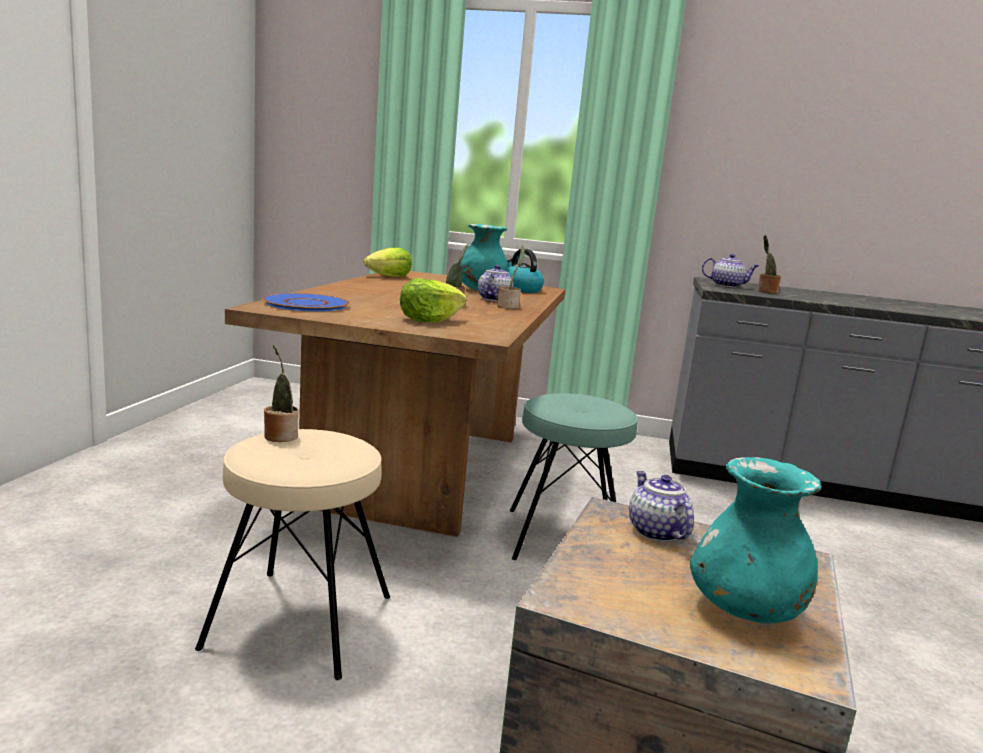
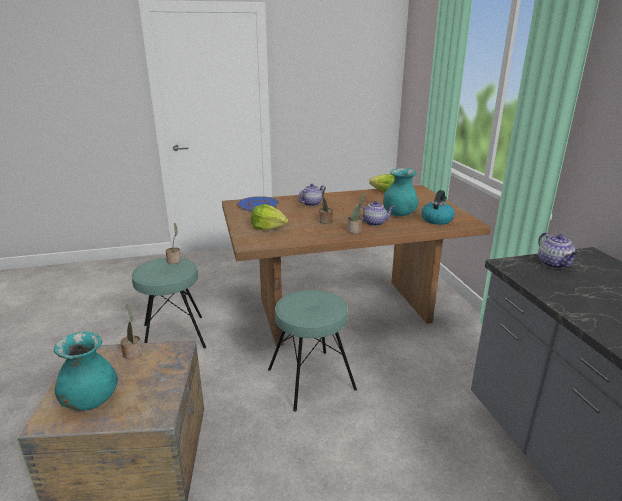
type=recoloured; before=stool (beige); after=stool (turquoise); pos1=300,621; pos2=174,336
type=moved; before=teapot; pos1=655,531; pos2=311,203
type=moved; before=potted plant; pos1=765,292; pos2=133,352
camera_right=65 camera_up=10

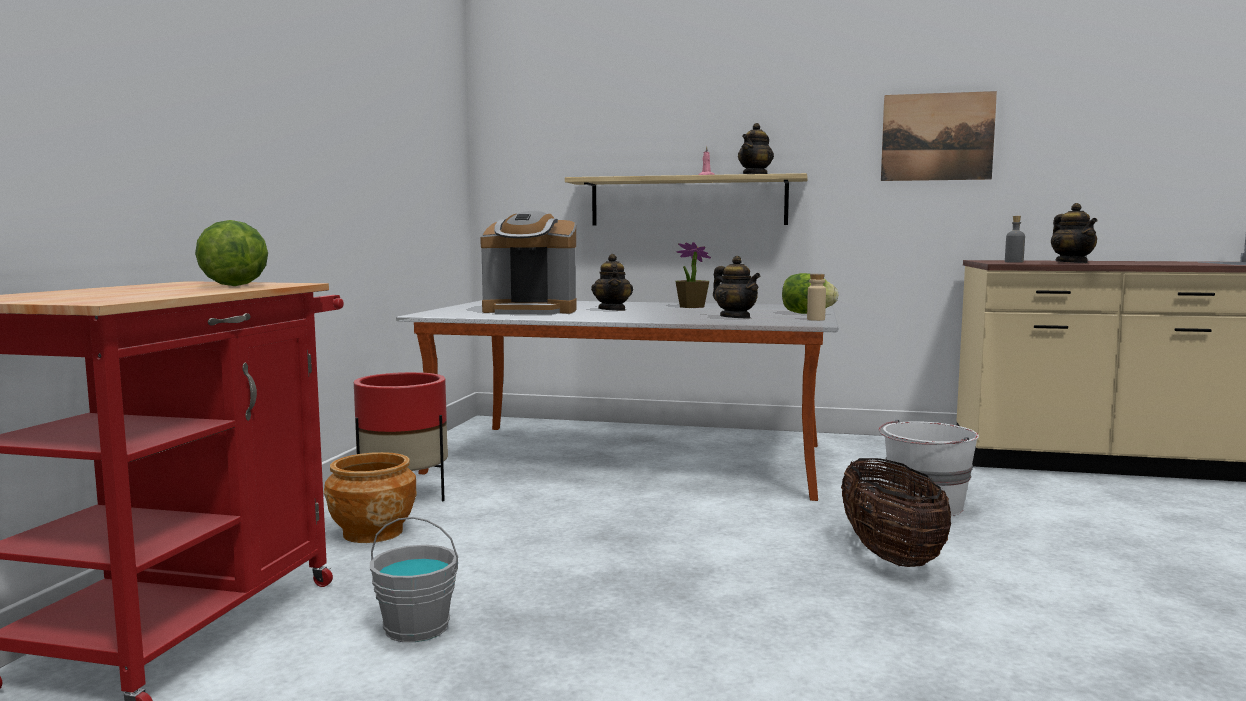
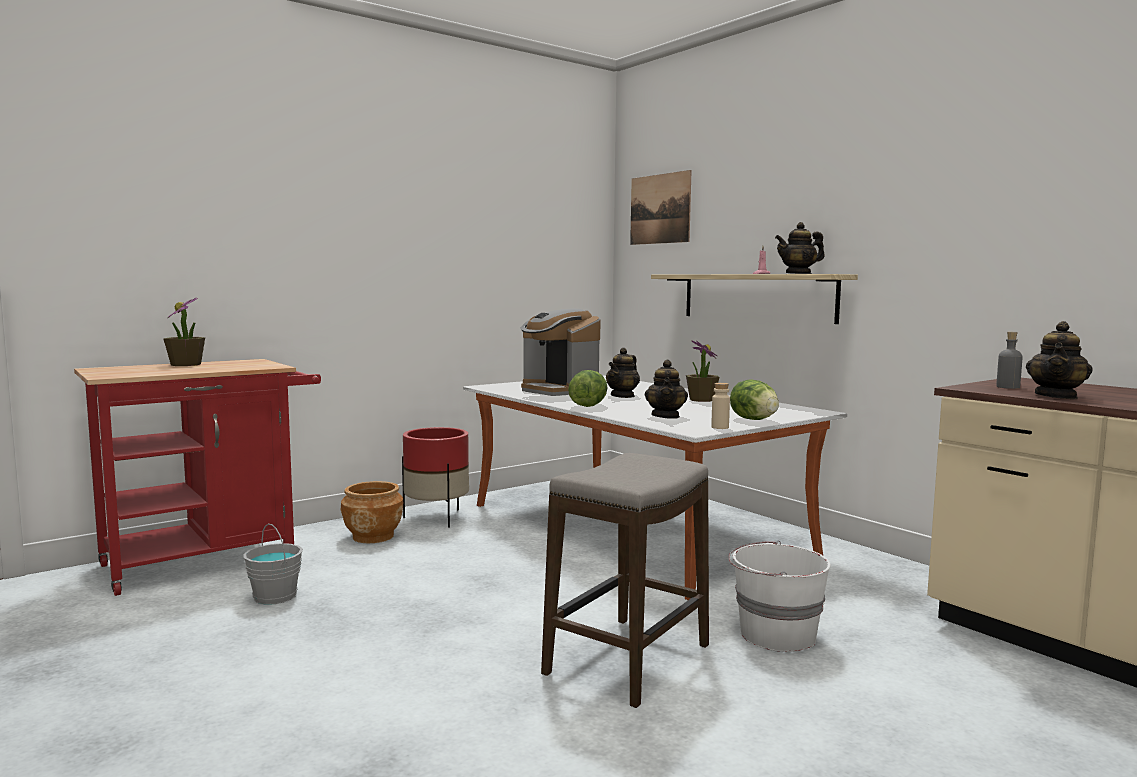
type=moved; before=lettuce; pos1=234,285; pos2=588,406
type=replaced; before=basket; after=stool; pos1=890,556; pos2=629,660
type=moved; before=picture; pos1=937,137; pos2=660,209
type=added; after=potted plant; pos2=186,364
camera_right=40 camera_up=0

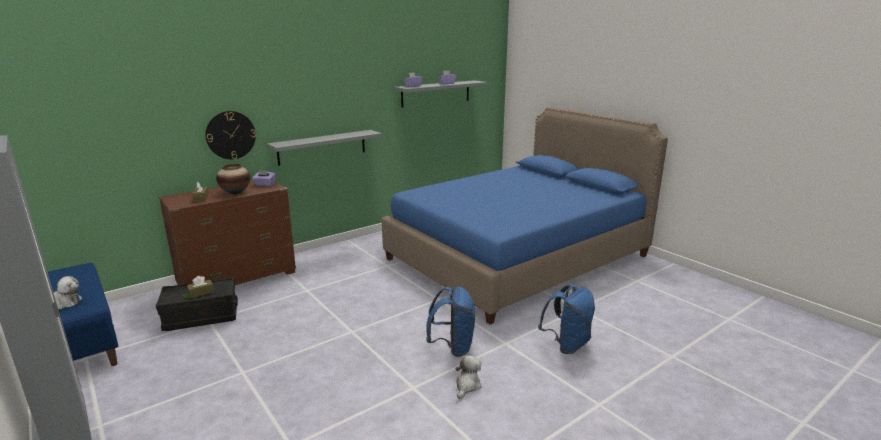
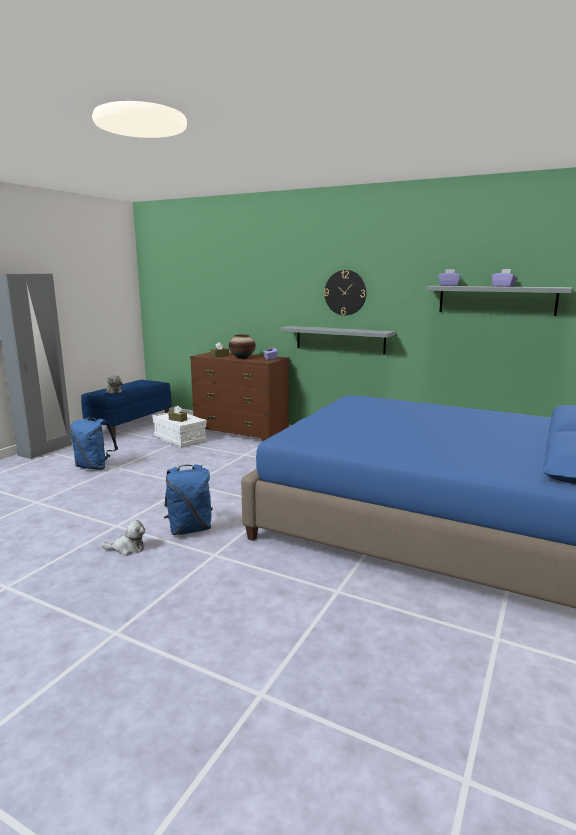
type=recoloured; before=storage box (black); after=storage box (white); pos1=201,316; pos2=180,439
type=moved; before=wall clock; pos1=230,135; pos2=345,292
type=moved; before=backpack (blue); pos1=567,345; pos2=95,467
camera_right=65 camera_up=-5

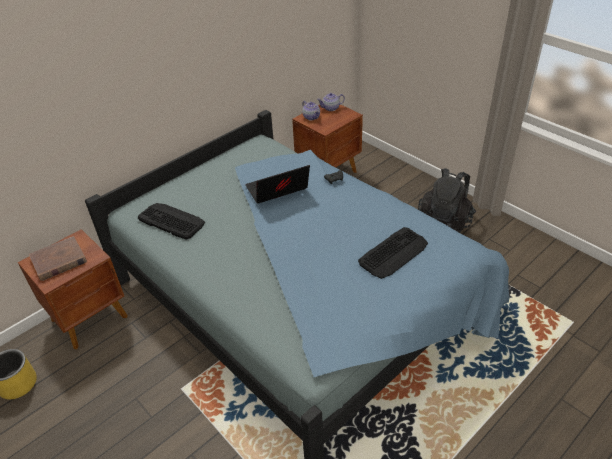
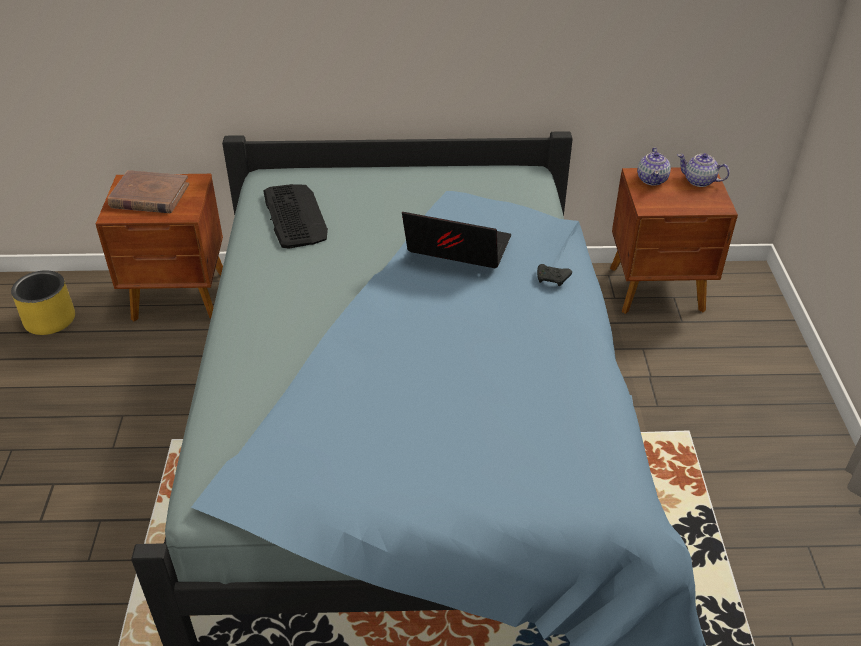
type=removed; before=keyboard; pos1=393,253
type=removed; before=backpack (black); pos1=445,222
camera_right=40 camera_up=0

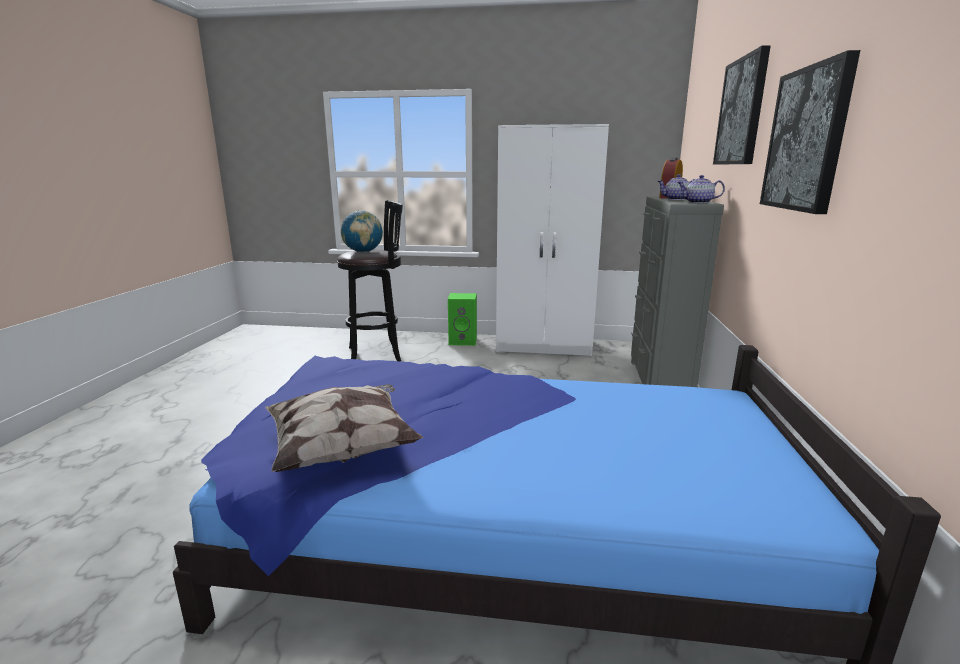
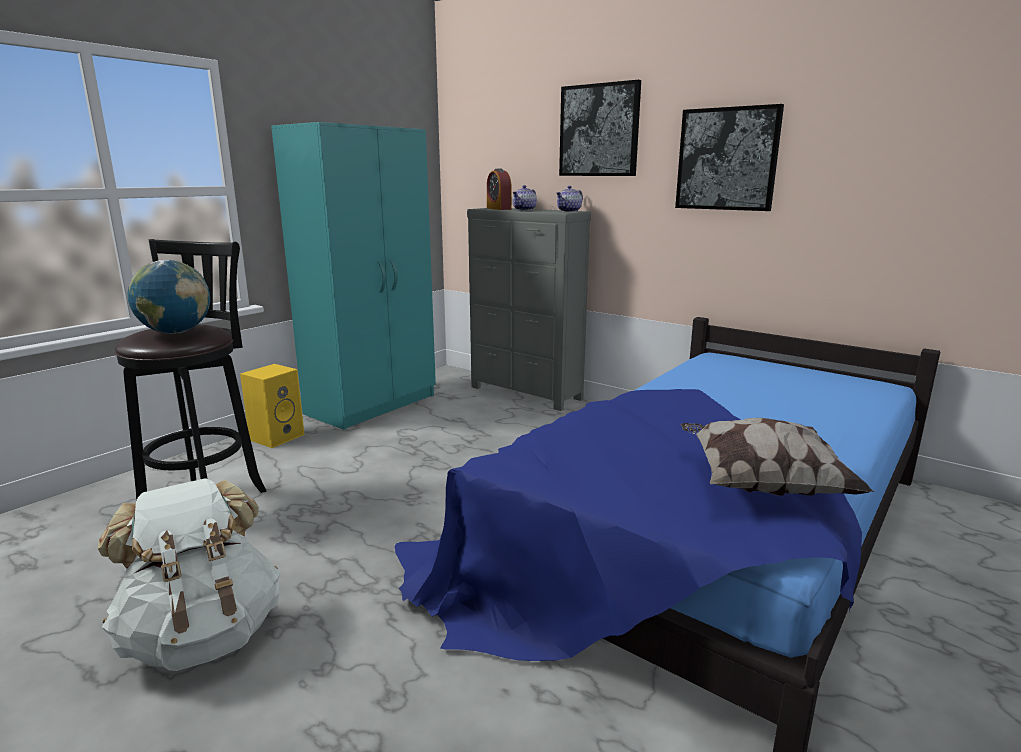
type=recoloured; before=speaker (green); after=speaker (yellow); pos1=463,341; pos2=277,436
type=recoloured; before=wardrobe (white); after=wardrobe (turquoise); pos1=545,346; pos2=373,404
type=added; after=backpack (white); pos2=203,635
camera_right=-60 camera_up=0

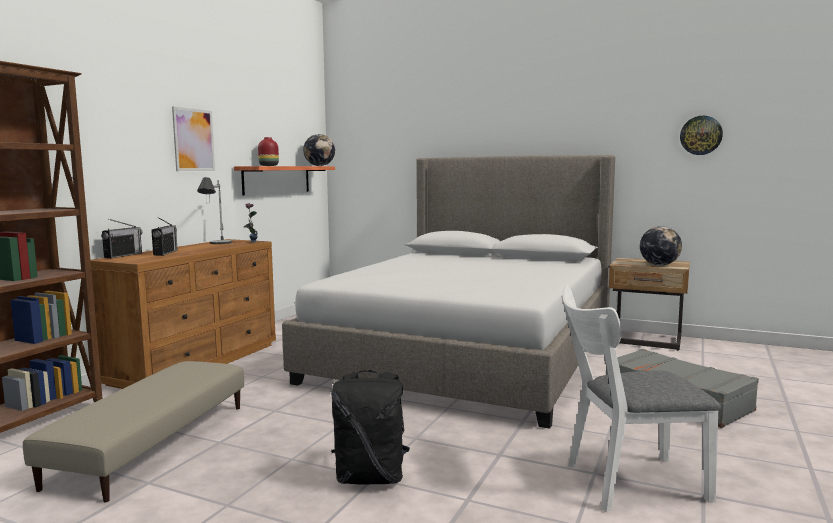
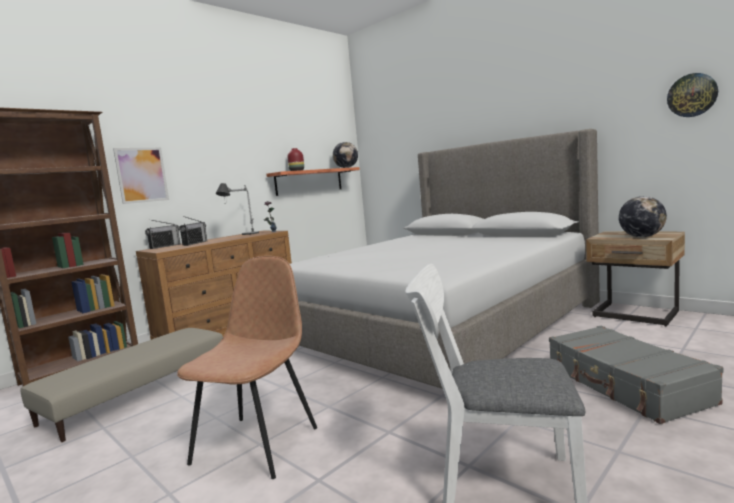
type=moved; before=picture; pos1=193,140; pos2=142,175
type=replaced; before=backpack (black); after=chair (brown); pos1=370,478; pos2=258,443
camera_right=20 camera_up=0

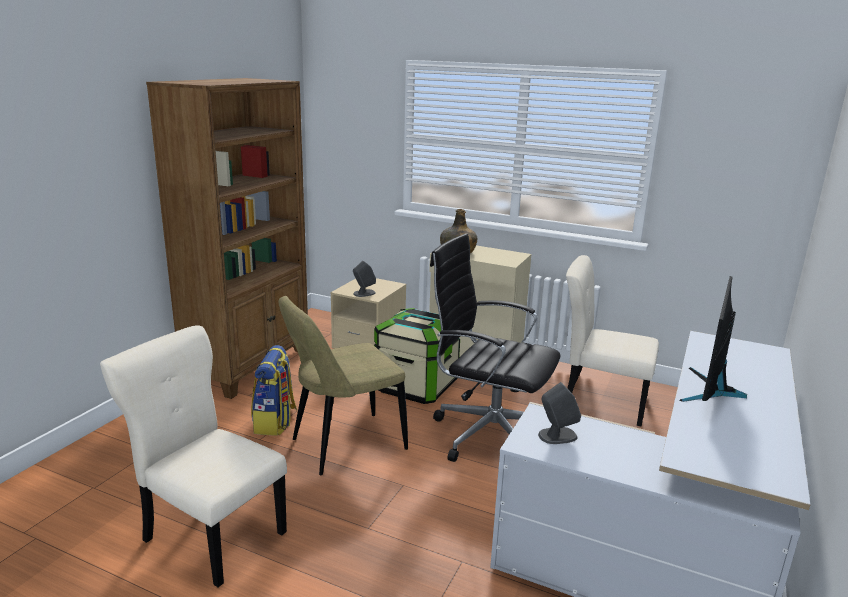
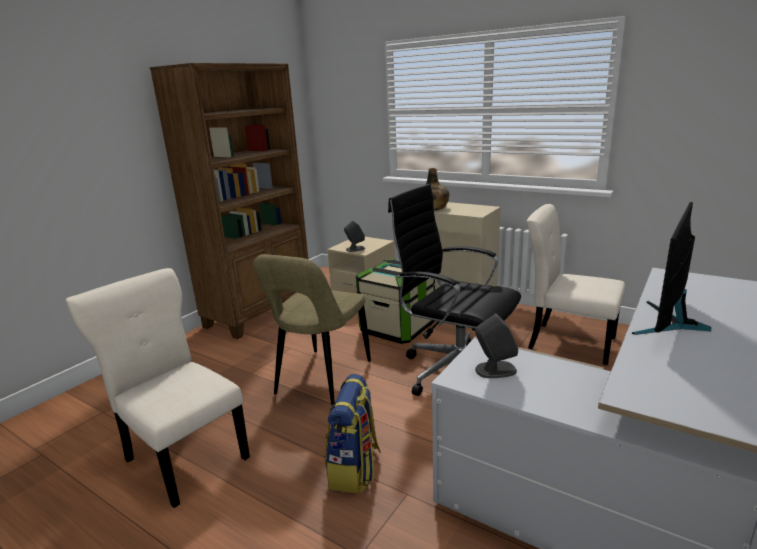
type=moved; before=backpack; pos1=275,422; pos2=355,470
type=turned; before=chair (beige); pos1=343,445; pos2=321,379; turn=-45
camera_right=10 camera_up=0

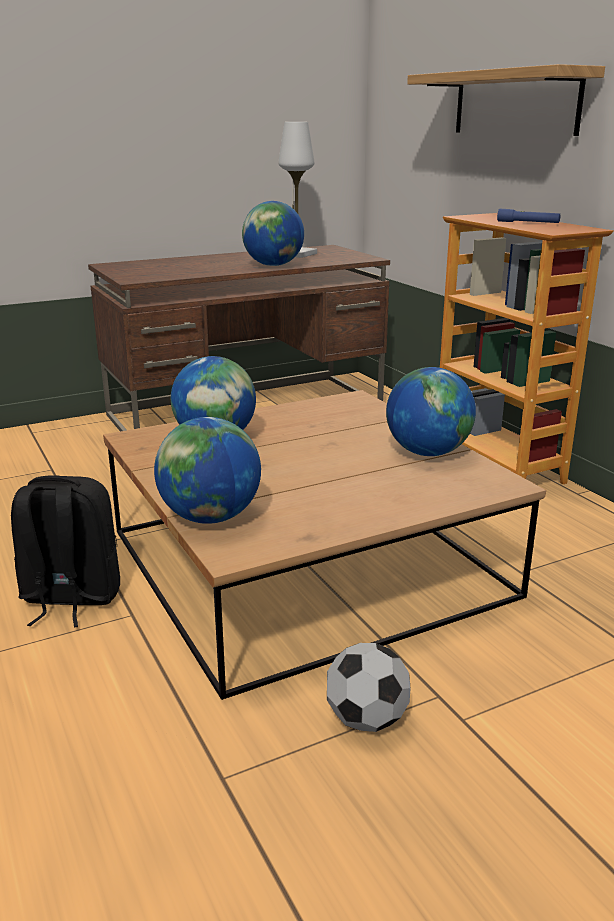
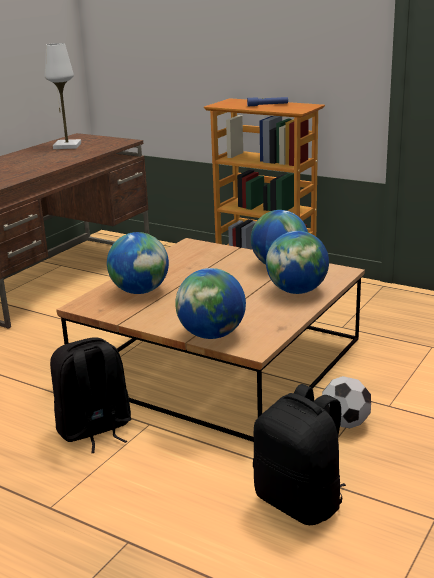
type=moved; before=globe; pos1=273,265; pos2=297,291
type=removed; before=shelf; pos1=515,103
type=added; after=backpack (black); pos2=300,502
camera_right=-30 camera_up=0

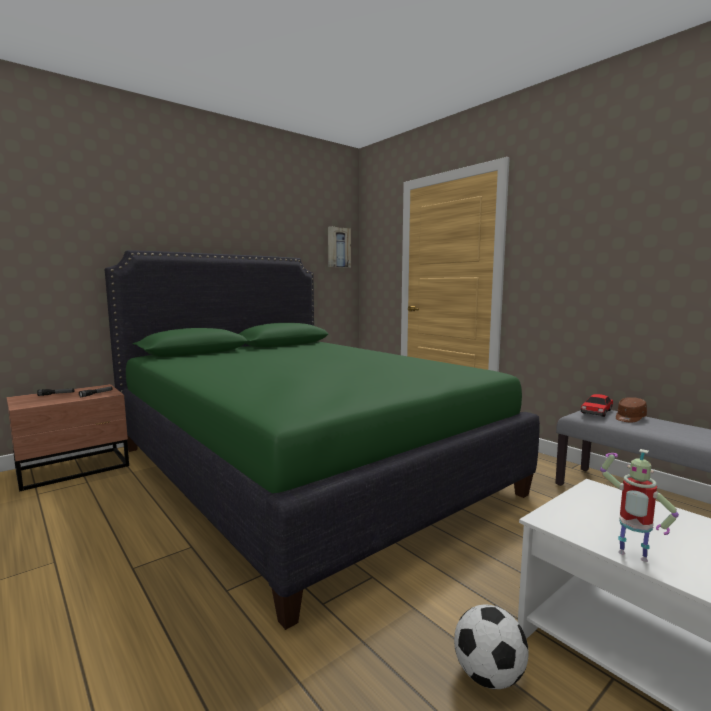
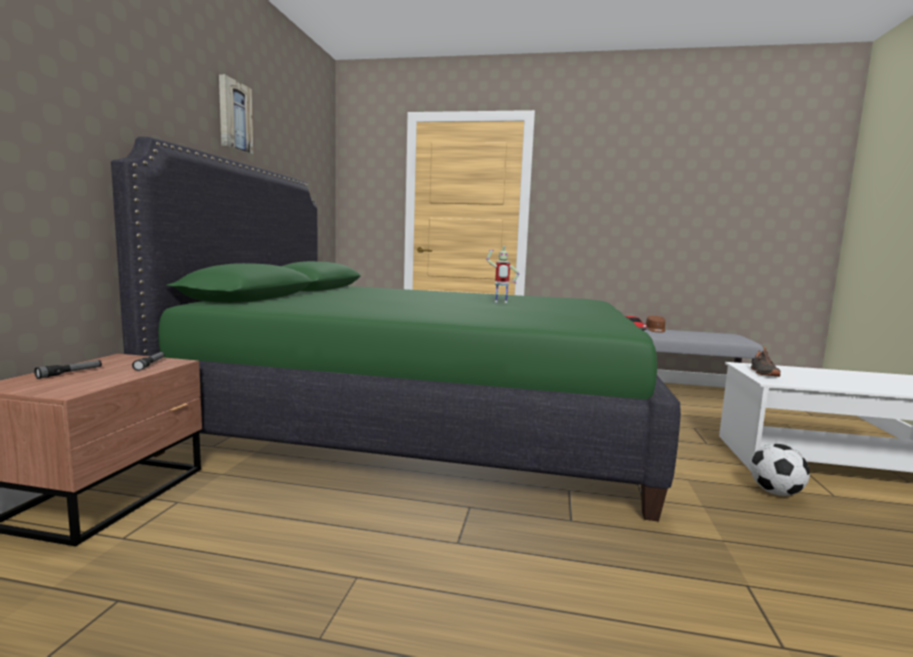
type=moved; before=picture; pos1=338,247; pos2=234,116
type=moved; before=toy robot; pos1=631,557; pos2=500,302
type=added; after=shoe (black); pos2=763,373
camera_right=-40 camera_up=0

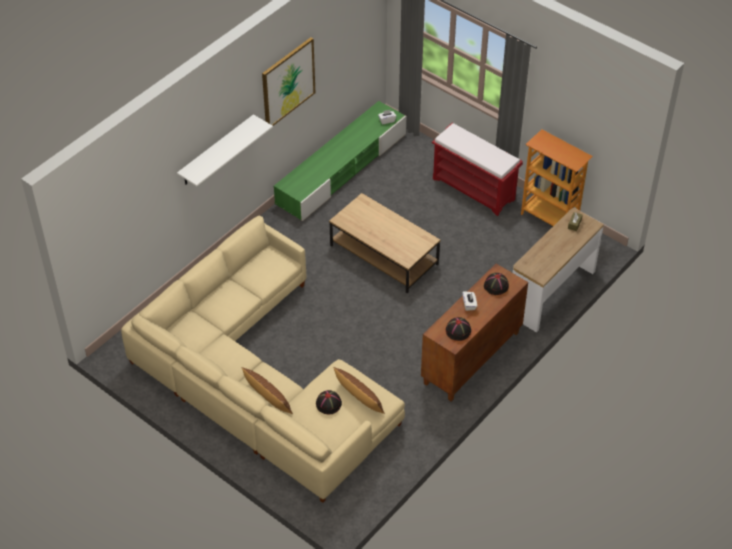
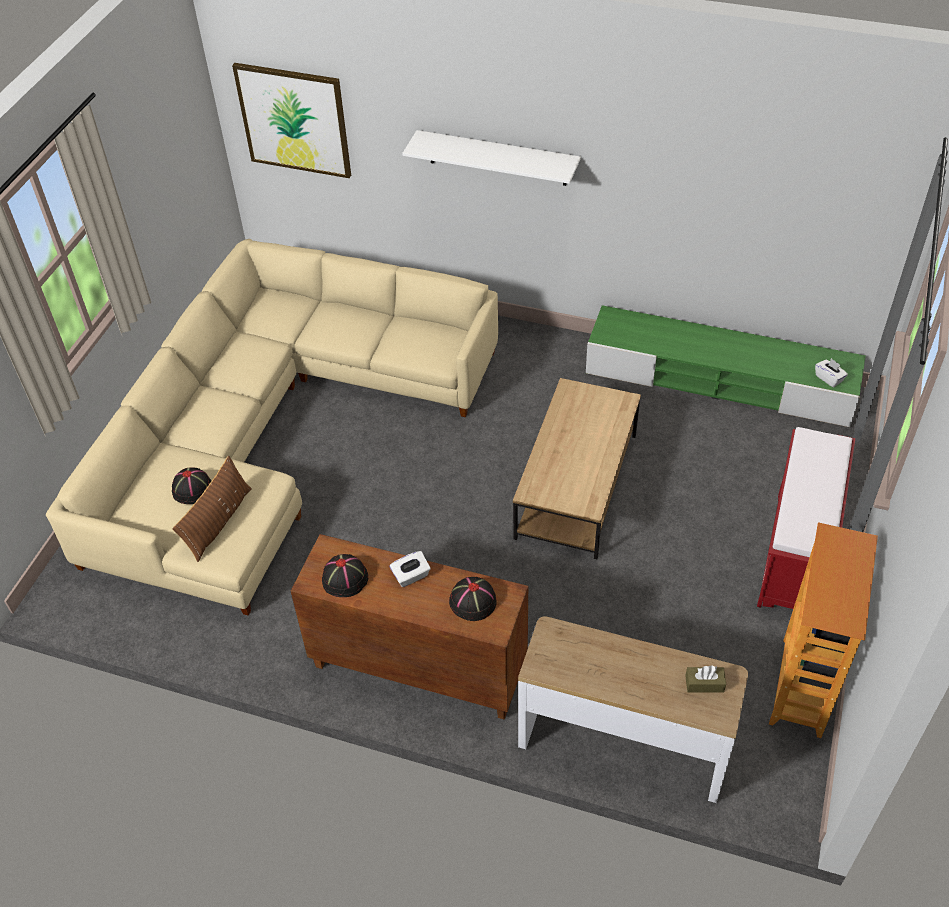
type=removed; before=pillow (brown); pos1=268,398
type=moved; before=picture; pos1=288,82; pos2=294,120
camera_right=70 camera_up=0

